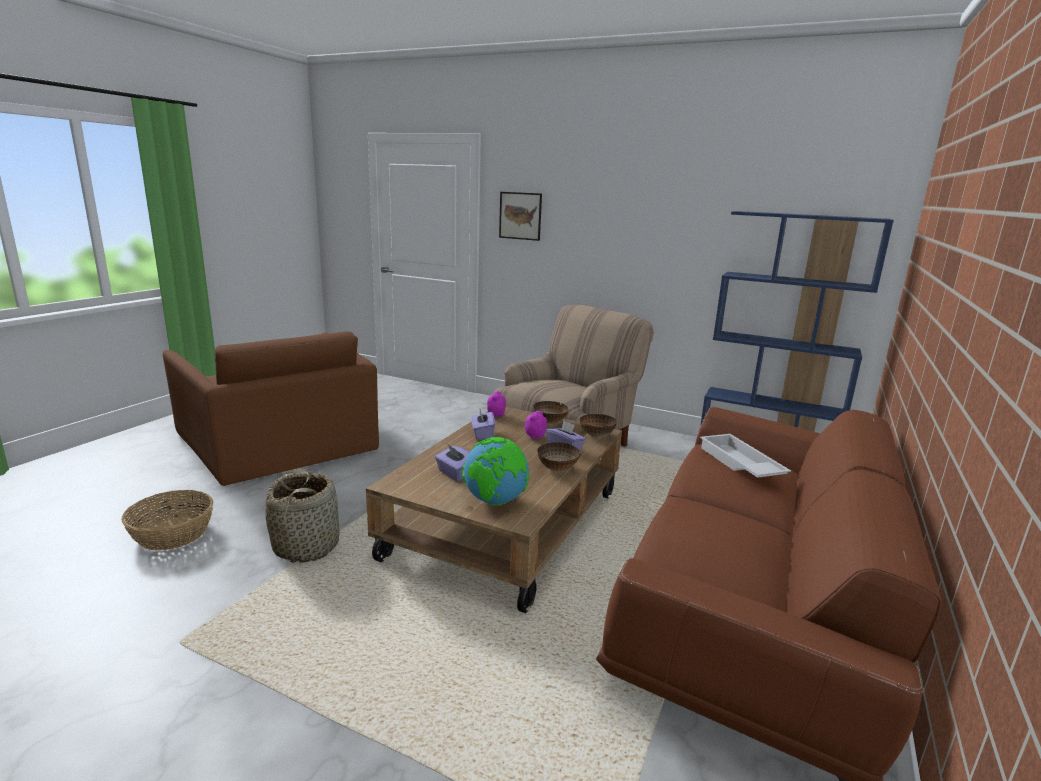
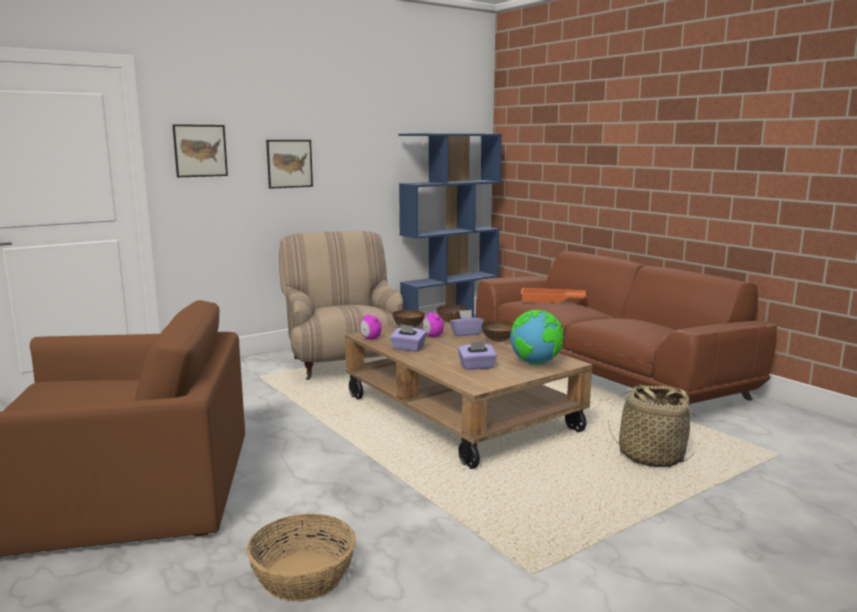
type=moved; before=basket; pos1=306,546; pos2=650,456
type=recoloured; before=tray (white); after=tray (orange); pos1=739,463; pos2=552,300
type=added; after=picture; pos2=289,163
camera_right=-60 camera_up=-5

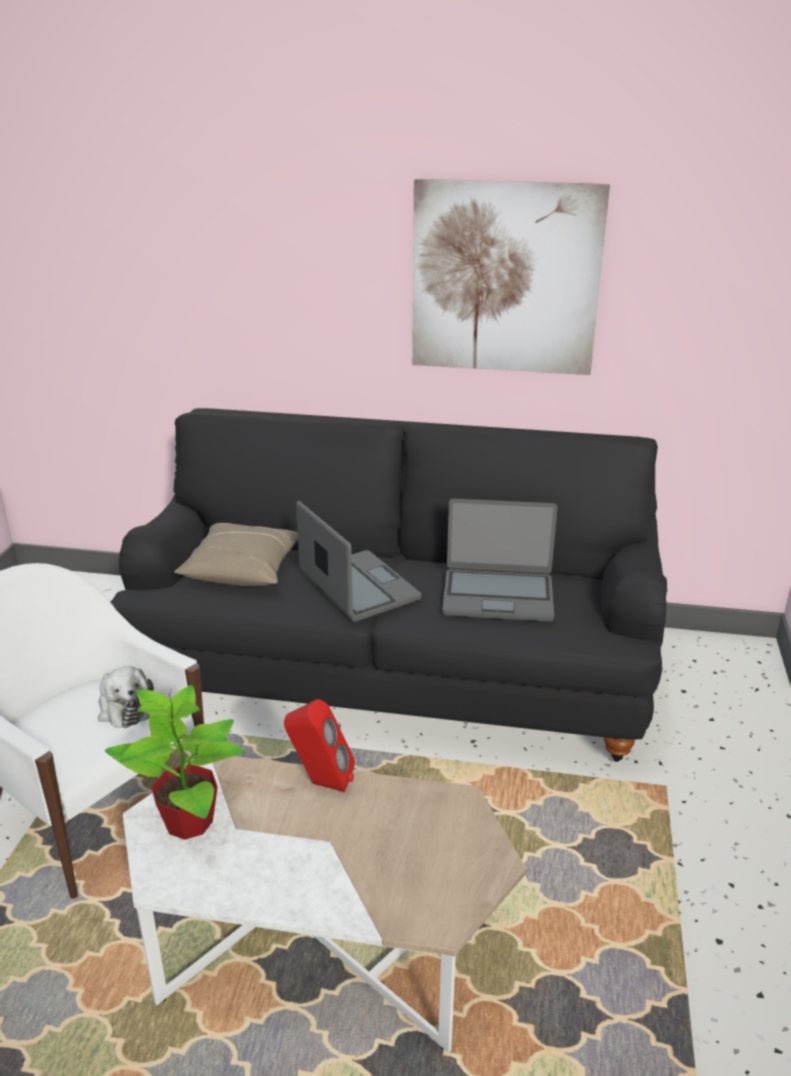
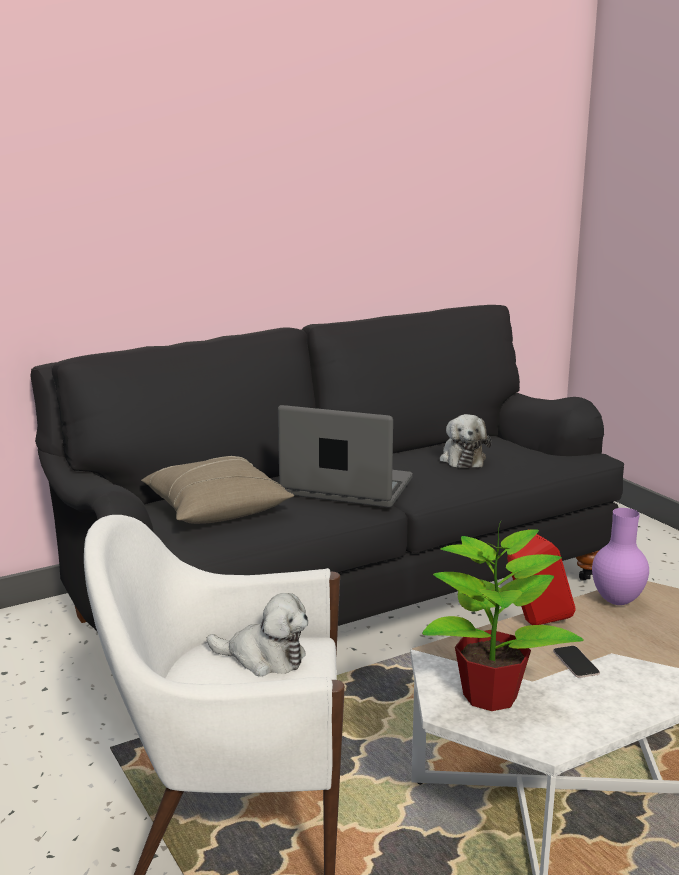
type=removed; before=picture; pos1=505,278
type=replaced; before=laptop; after=plush toy; pos1=498,596; pos2=462,458
type=added; after=phone; pos2=575,662
type=added; after=vase (purple); pos2=618,601
camera_right=-40 camera_up=-10

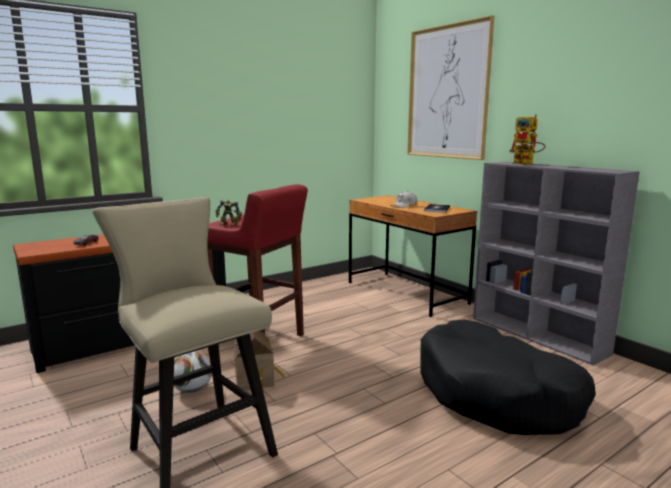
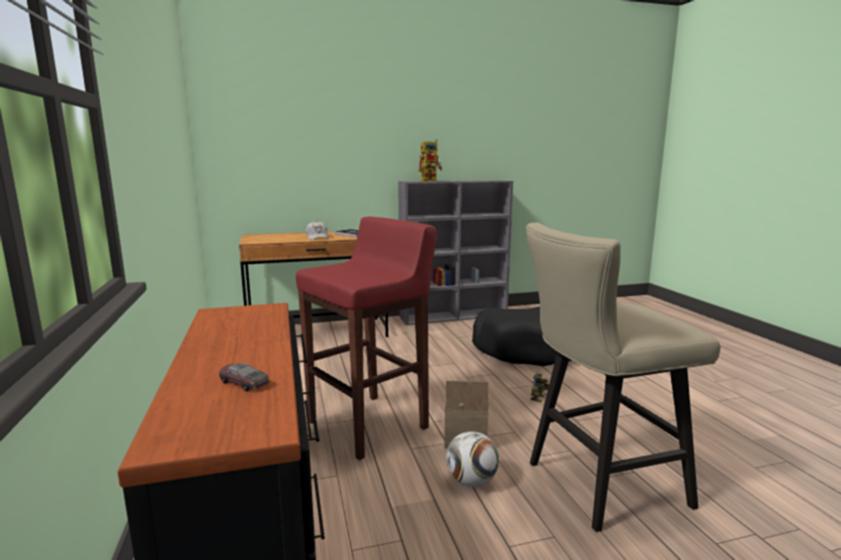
type=moved; before=toy robot; pos1=228,224; pos2=539,398
type=removed; before=picture; pos1=447,92
camera_right=-70 camera_up=0

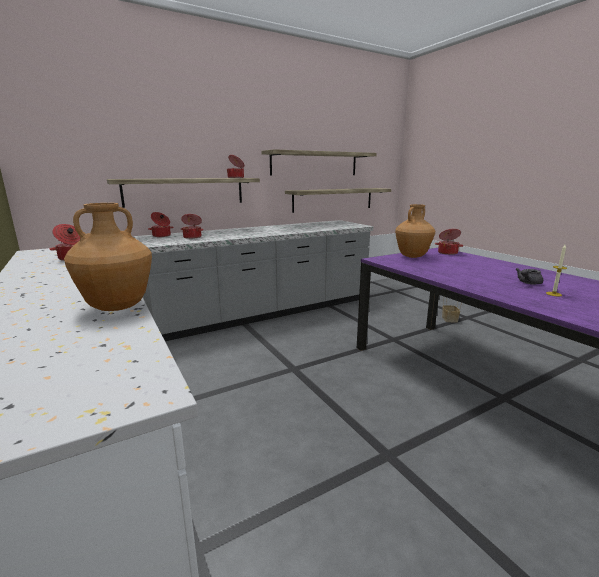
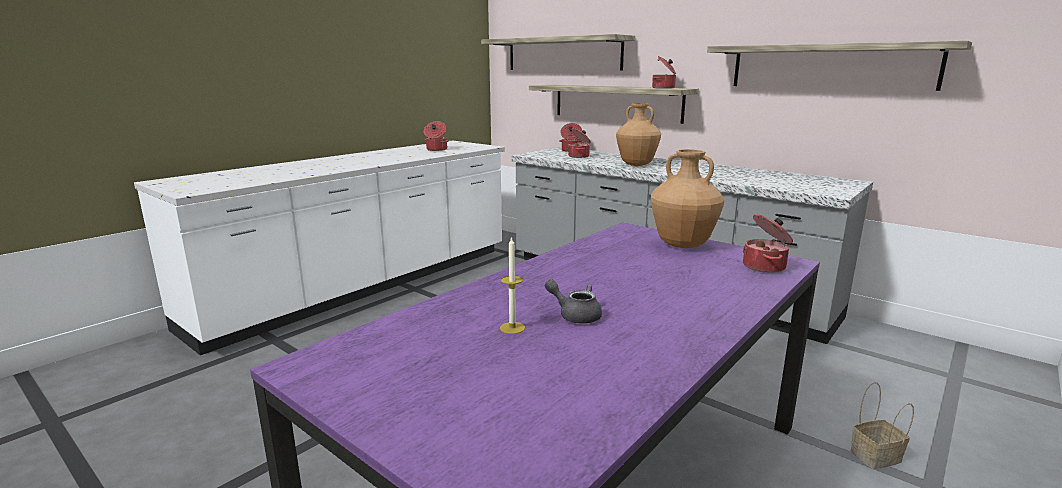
type=moved; before=vase (brown); pos1=117,307; pos2=636,165
type=moved; before=shelf; pos1=333,199; pos2=563,54
camera_right=70 camera_up=0

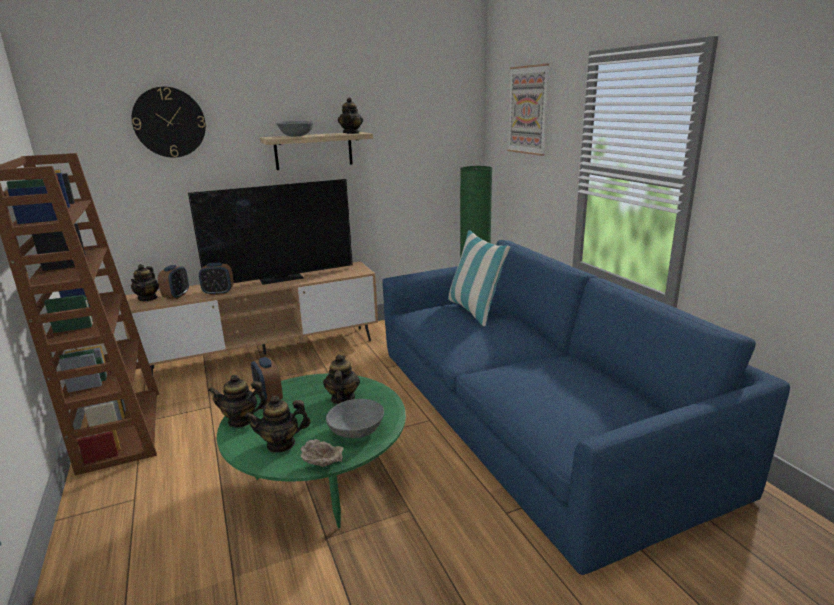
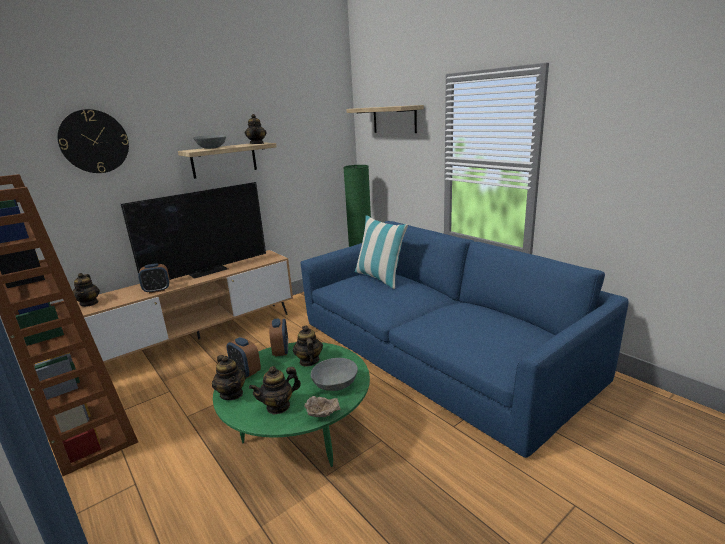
type=moved; before=alarm clock; pos1=176,296; pos2=281,351
type=turned; before=teapot; pos1=241,420; pos2=232,394; turn=-105
type=replaced; before=picture; after=shelf; pos1=528,110; pos2=394,119
camera_right=-15 camera_up=0

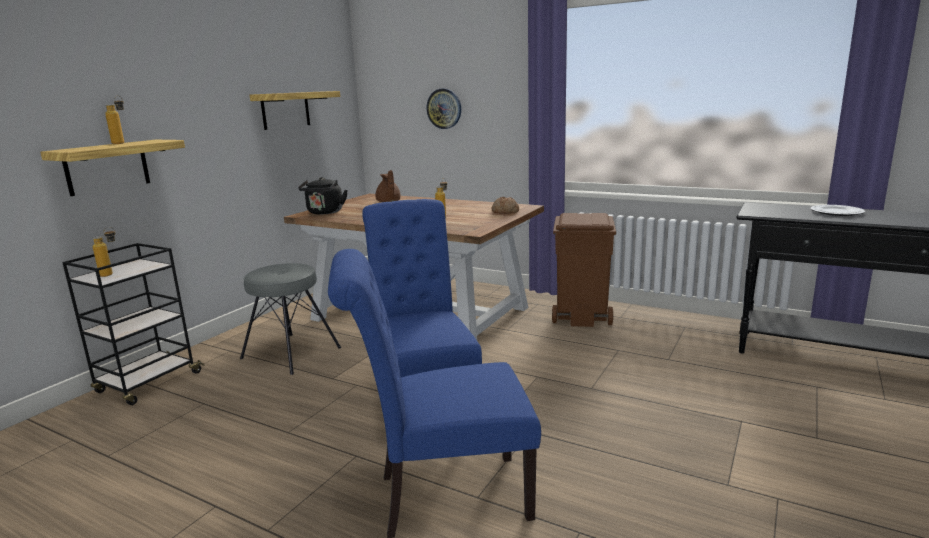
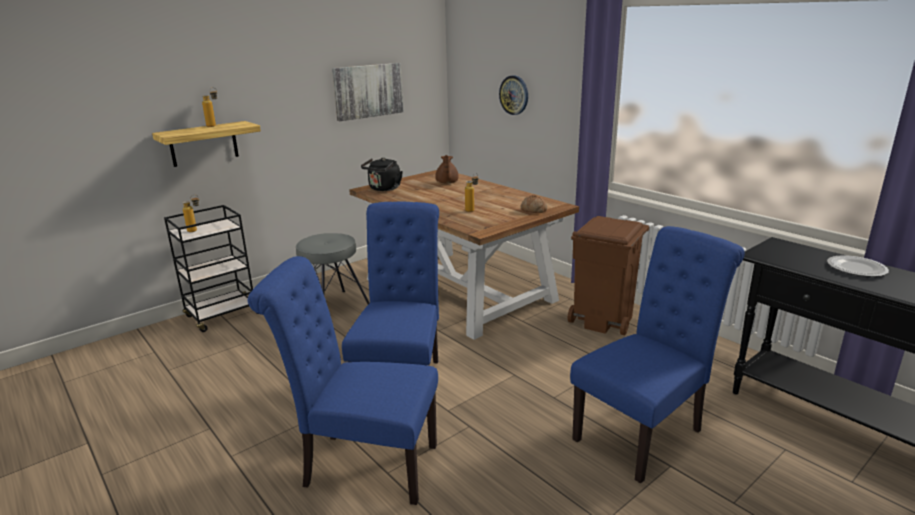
type=replaced; before=shelf; after=picture; pos1=285,110; pos2=368,91
type=added; after=chair (blue); pos2=644,432
camera_right=20 camera_up=5

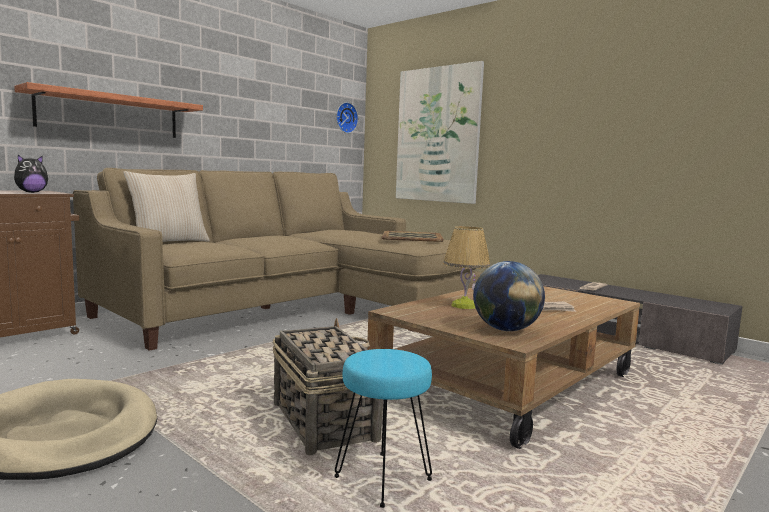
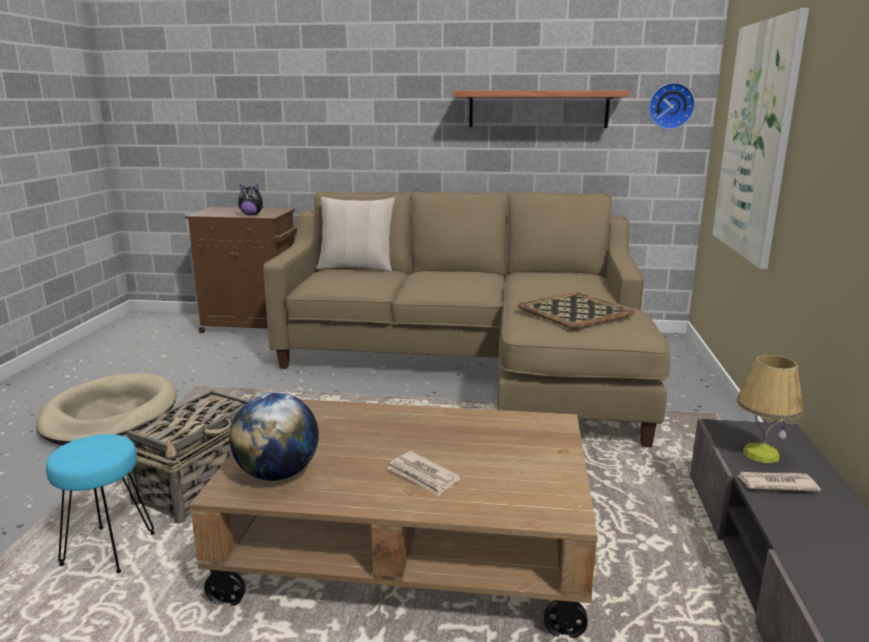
type=moved; before=shelf; pos1=109,115; pos2=538,109
type=moved; before=table lamp; pos1=464,305; pos2=760,454
camera_right=55 camera_up=10

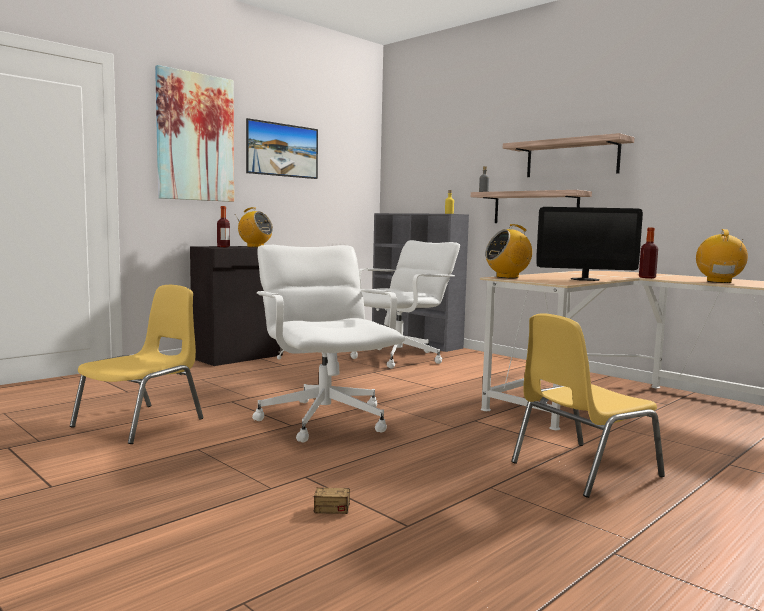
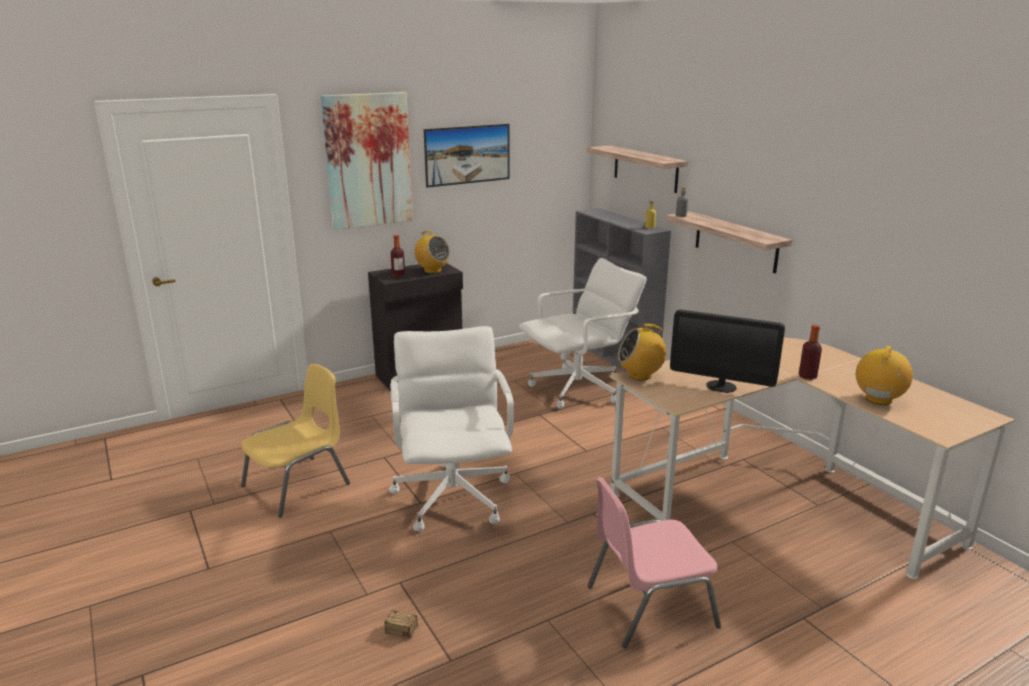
type=moved; before=shelf; pos1=572,158; pos2=645,168
type=recoloured; before=chair (yellow); after=chair (pink); pos1=582,469; pos2=648,605
camera_right=15 camera_up=15

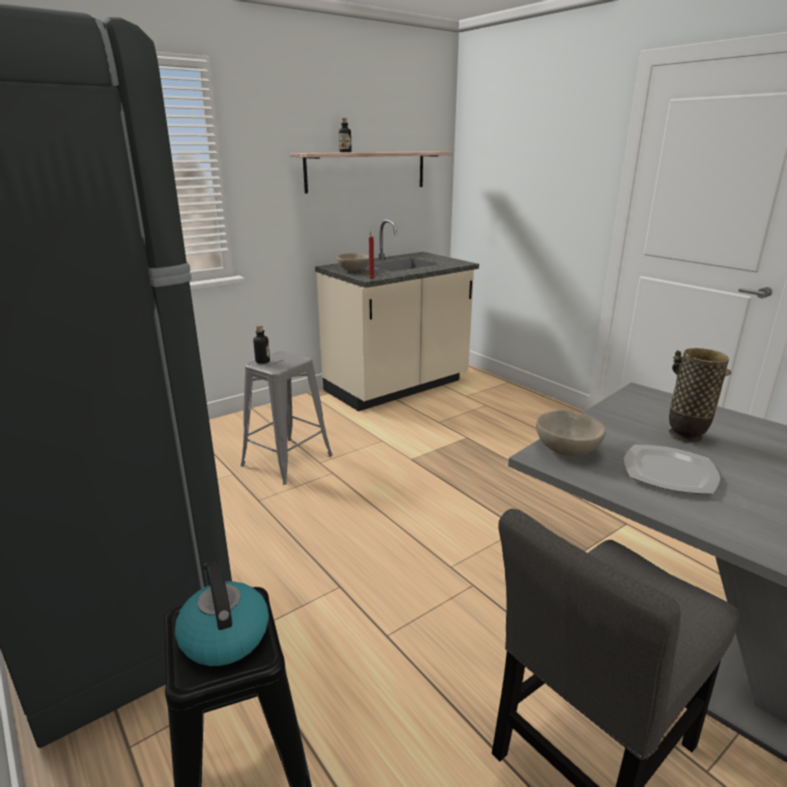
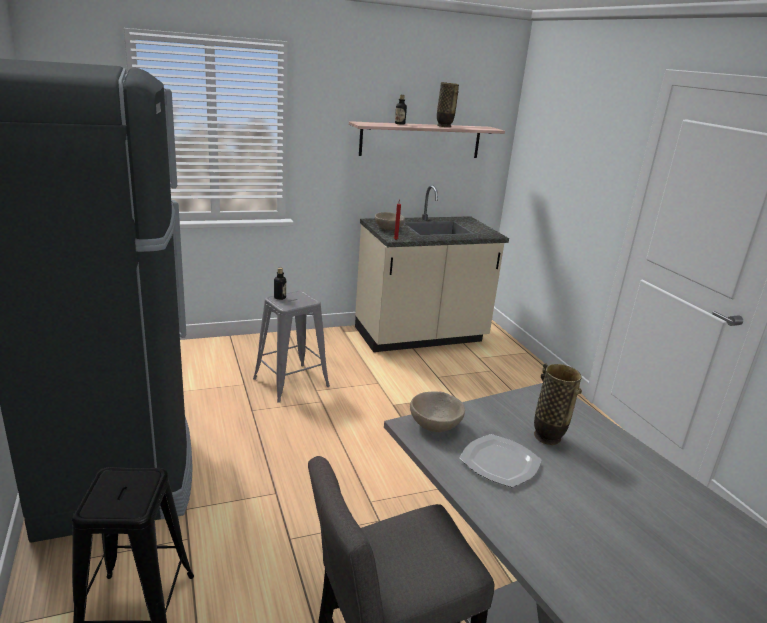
type=removed; before=kettle; pos1=224,635
type=added; after=vase; pos2=444,126
camera_right=15 camera_up=0

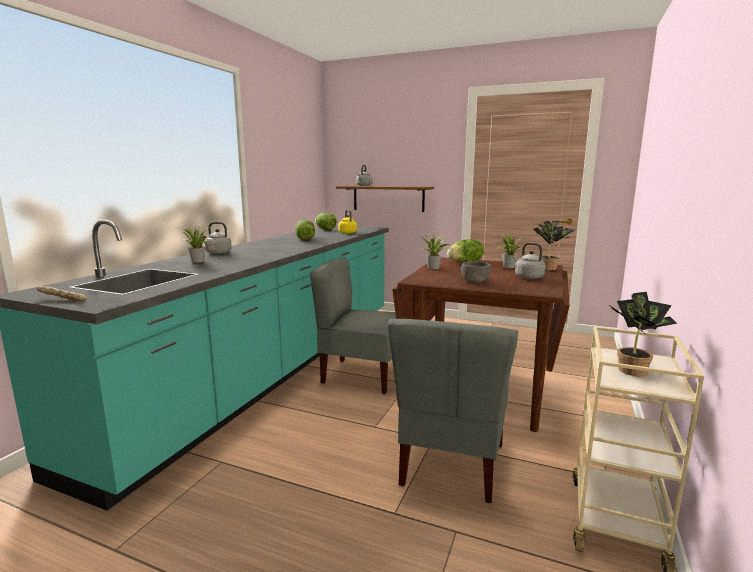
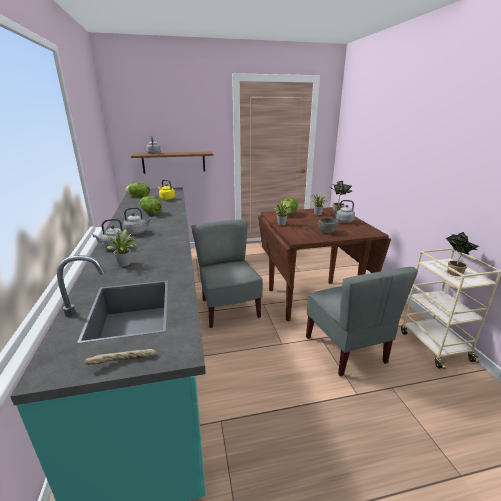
type=turned; before=chair (grey); pos1=361,375; pos2=228,308; turn=90
type=added; after=kettle (grey); pos2=137,232
camera_right=-35 camera_up=10

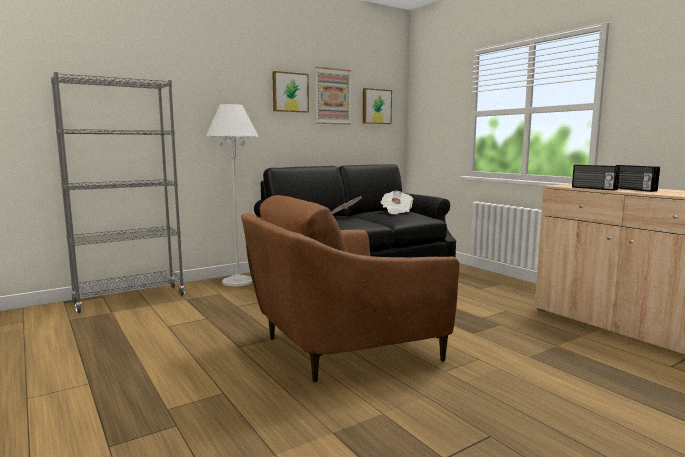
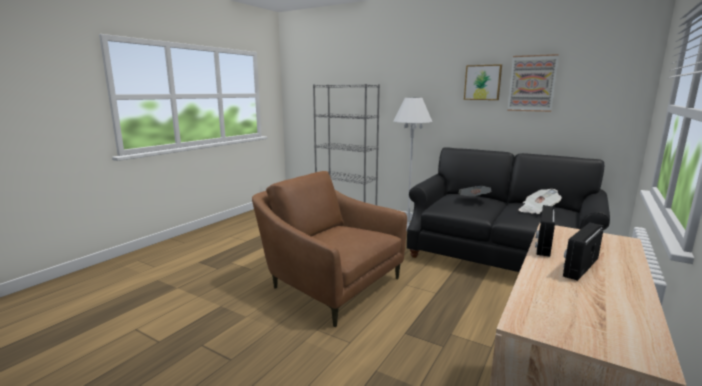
type=removed; before=picture; pos1=376,106
camera_right=65 camera_up=5

